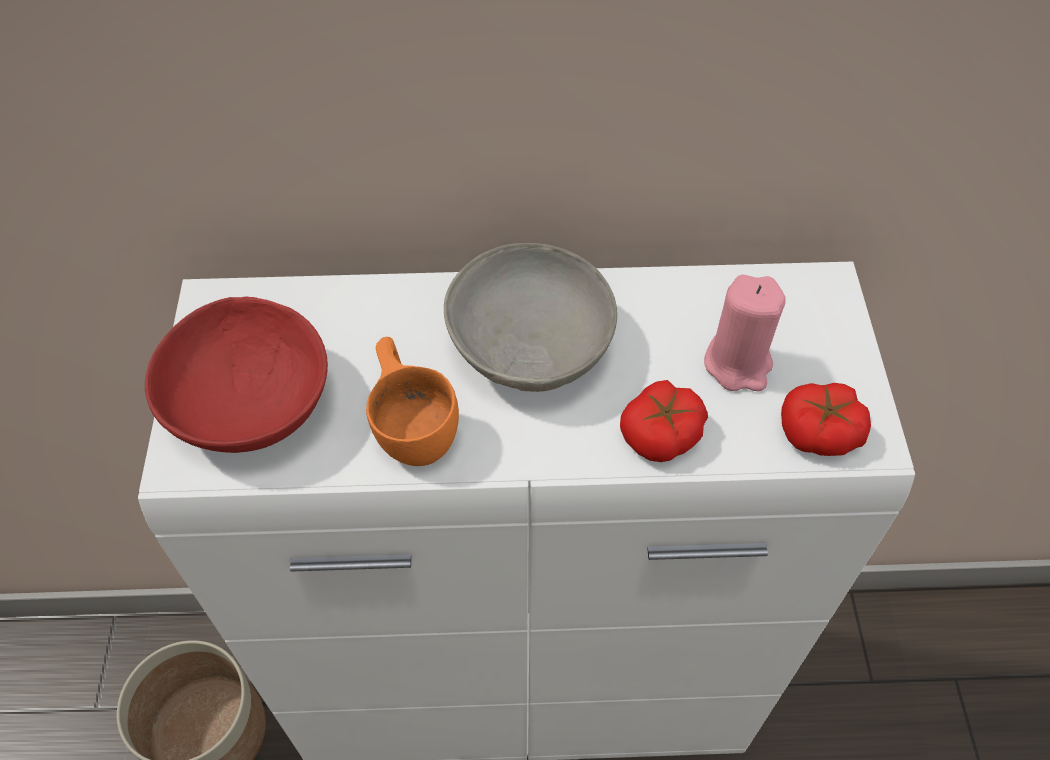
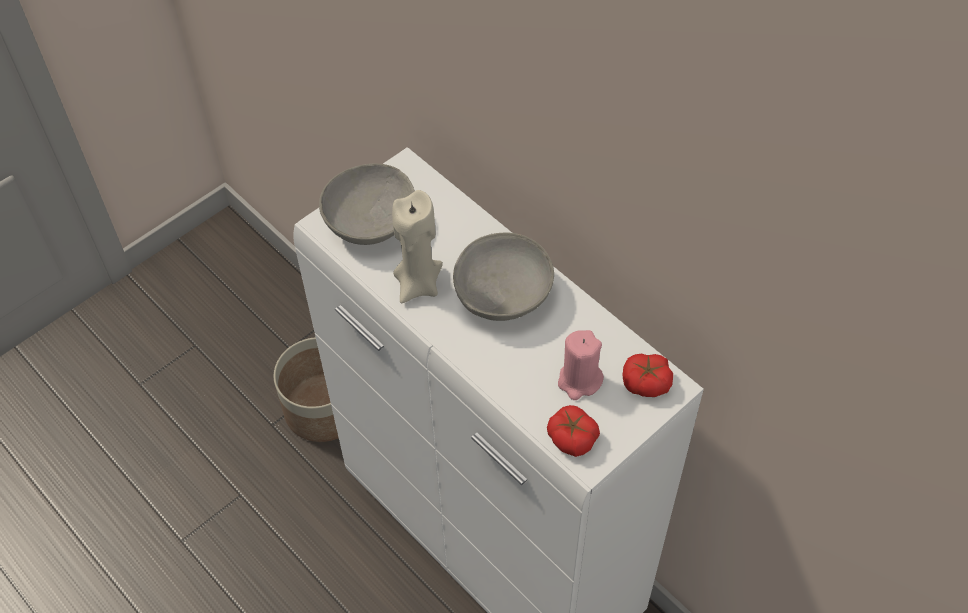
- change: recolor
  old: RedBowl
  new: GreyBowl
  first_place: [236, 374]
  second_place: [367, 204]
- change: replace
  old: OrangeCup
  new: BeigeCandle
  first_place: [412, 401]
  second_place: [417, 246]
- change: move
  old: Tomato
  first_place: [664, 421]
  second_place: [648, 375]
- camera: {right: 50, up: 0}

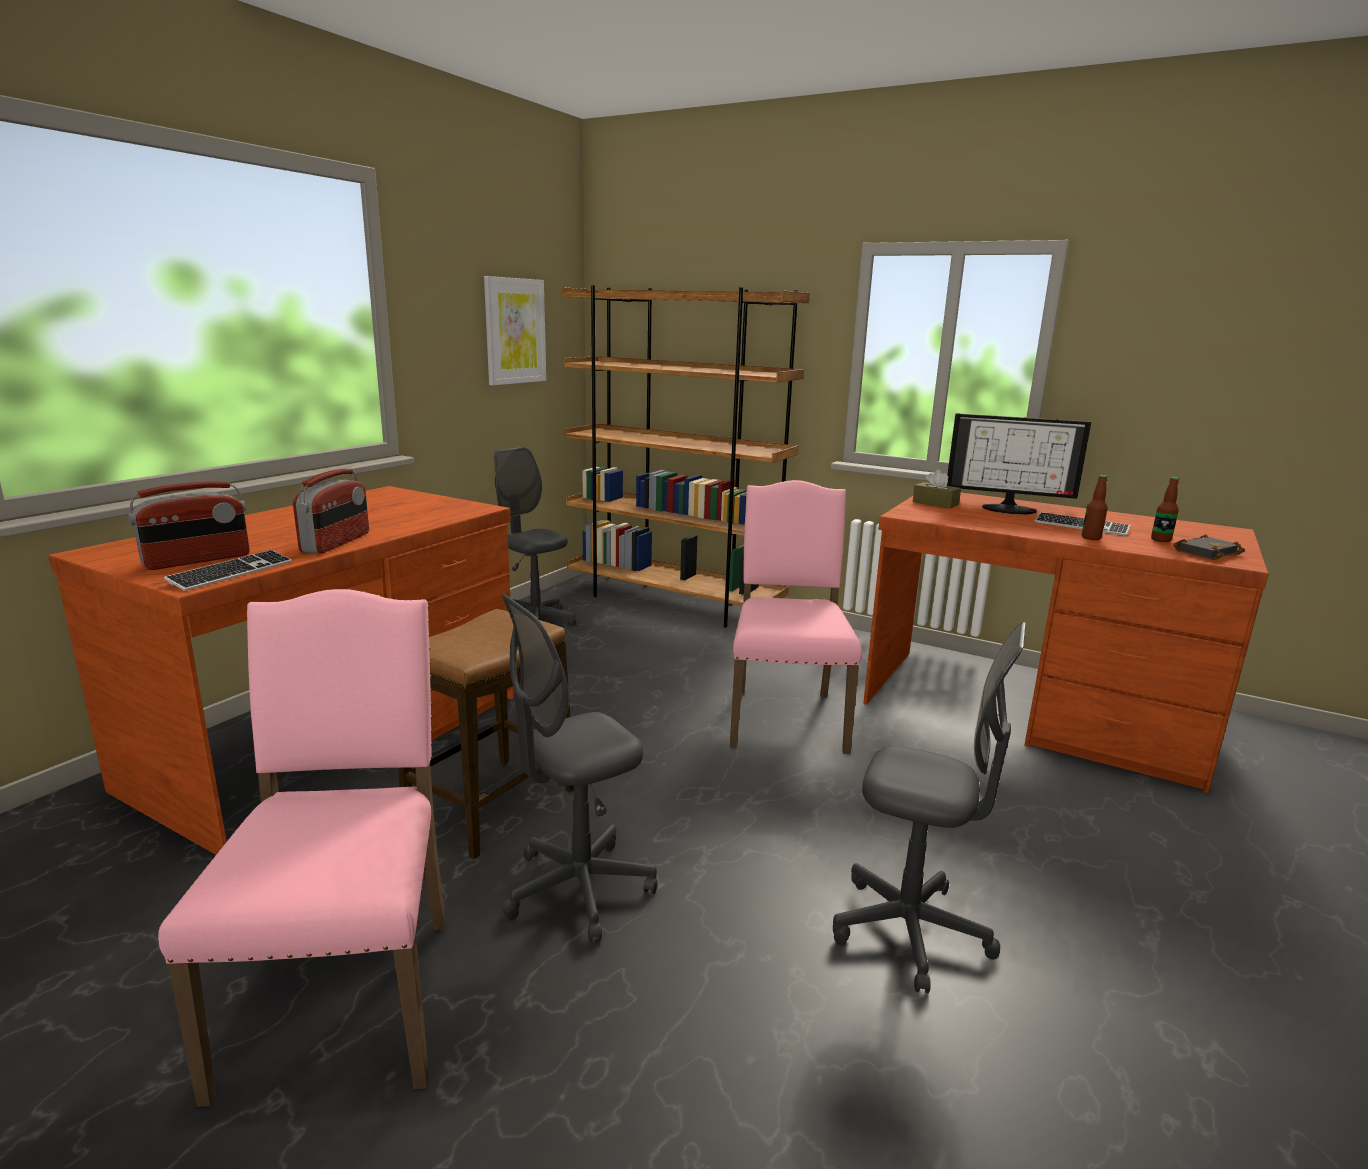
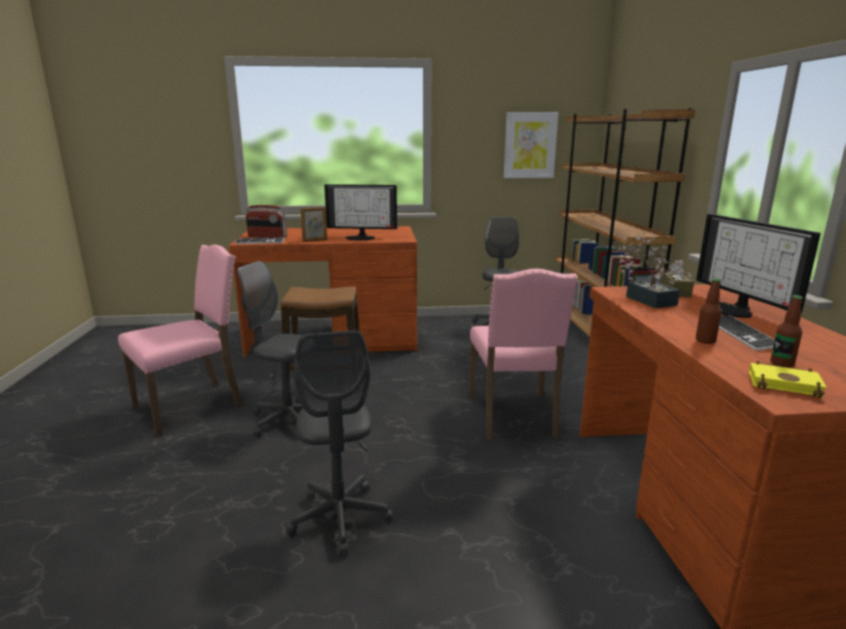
- change: replace
  old: Radio
  new: PictureFrame
  first_place: [331, 511]
  second_place: [313, 224]
- change: rotate
  old: PinkChair
  first_place: [796, 617]
  second_place: [523, 354]
  degrees: 120
- change: recolor
  old: BlackBook
  new: YellowBook
  first_place: [1209, 547]
  second_place: [788, 379]
- change: insert
  new: Monitor
  second_place: [360, 212]
- change: insert
  new: PottedPlant
  second_place: [655, 272]
- camera: {right: 55, up: 0}

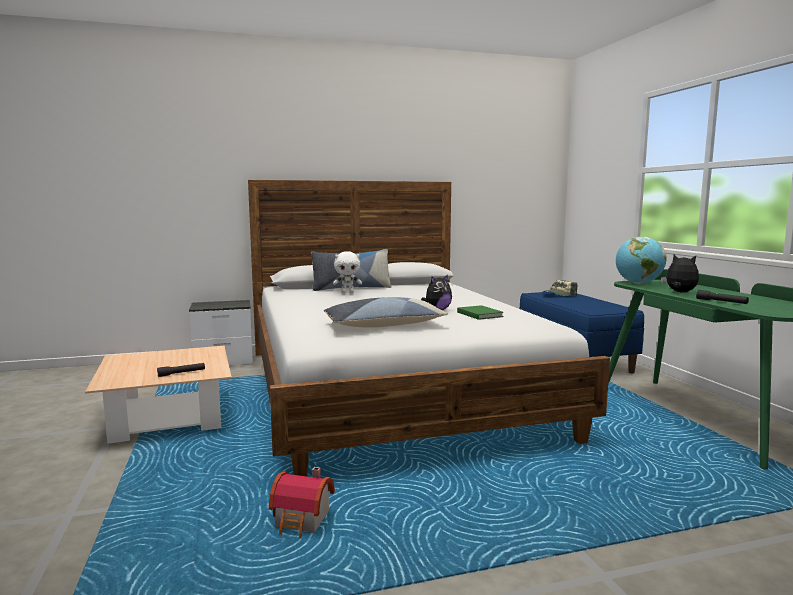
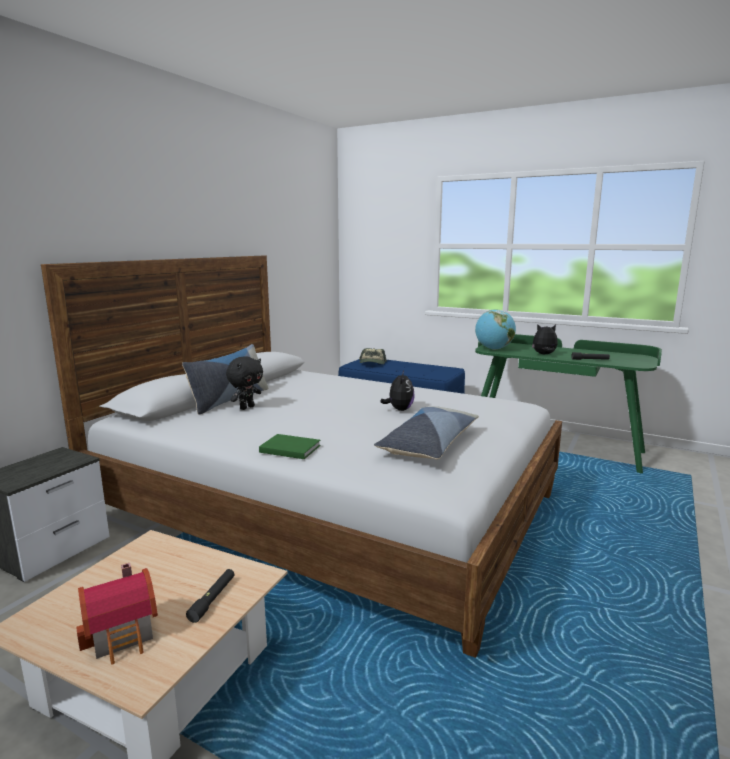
- change: recolor
  old: WhitePlushToy
  new: BlackPlushToy
  first_place: [347, 272]
  second_place: [244, 383]
- change: move
  old: GreenBook
  first_place: [480, 312]
  second_place: [290, 446]
- change: move
  old: ToyHouse
  first_place: [301, 502]
  second_place: [117, 614]
- camera: {right: -45, up: 5}

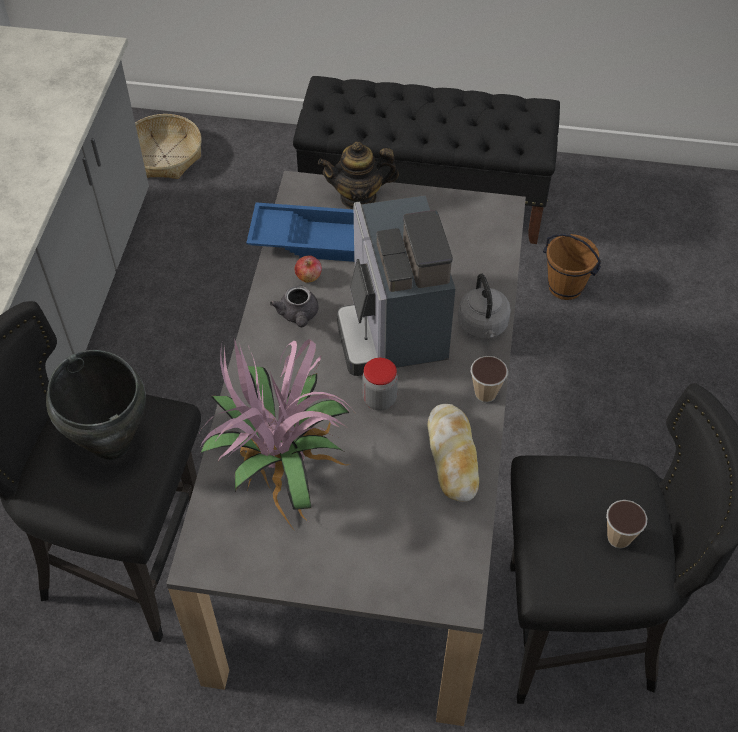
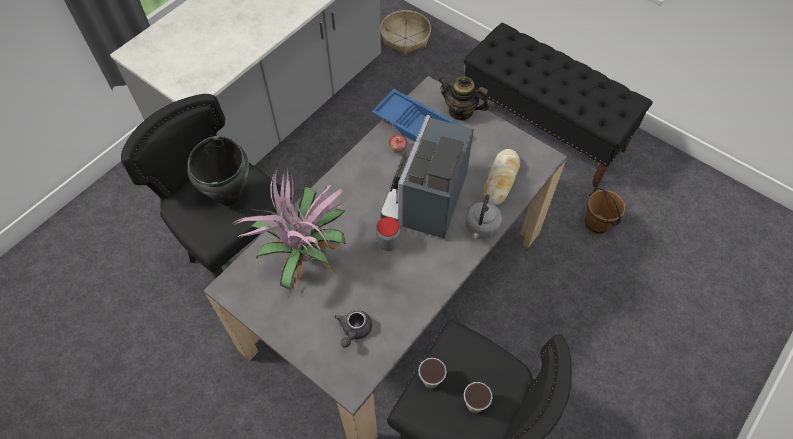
- change: move
  old: GreyTeapot
  first_place: [294, 306]
  second_place: [353, 329]
- change: move
  old: Cup
  first_place: [489, 379]
  second_place: [432, 373]
- change: move
  old: Bread
  first_place: [453, 453]
  second_place: [501, 177]
- camera: {right: 30, up: 5}

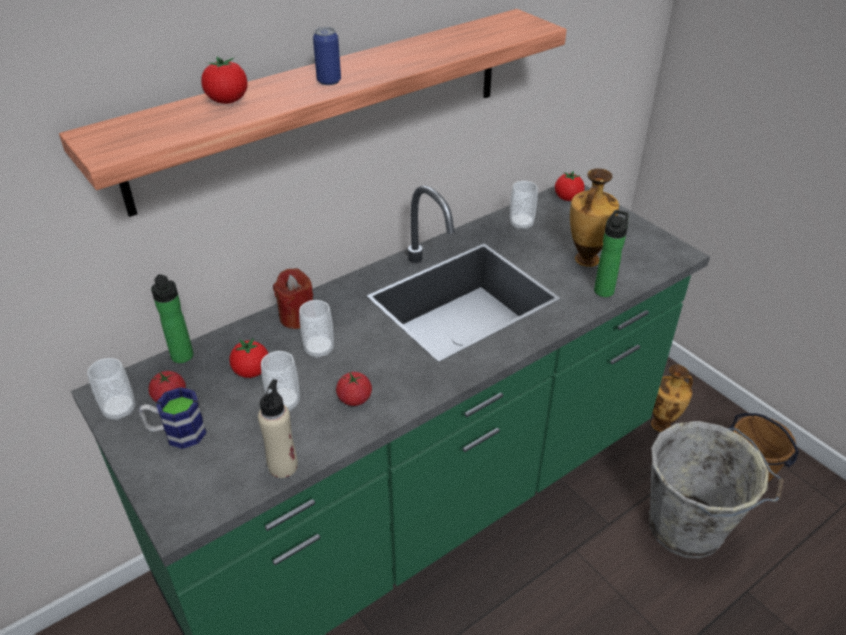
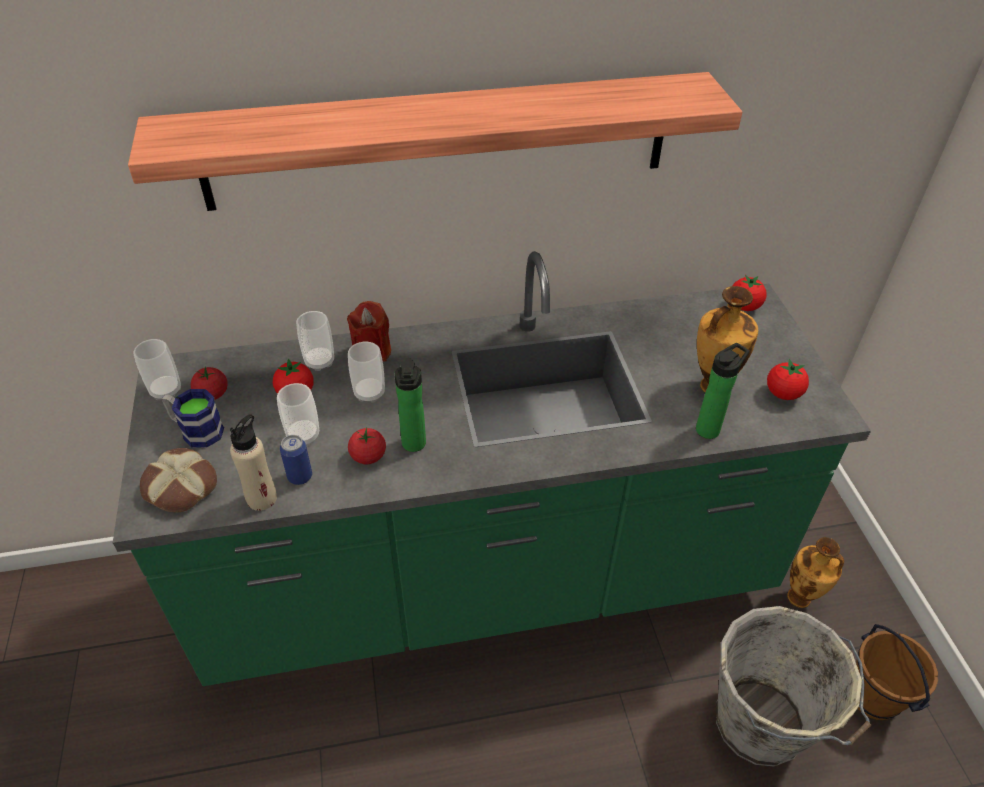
- change: move
  old: Can
  first_place: [327, 56]
  second_place: [296, 460]
- change: move
  old: Tomato
  first_place: [224, 80]
  second_place: [788, 379]
- change: move
  old: Cup
  first_place: [524, 205]
  second_place: [315, 341]
- change: move
  old: Bottle
  first_place: [172, 318]
  second_place: [410, 405]
- change: insert
  new: Bread
  second_place: [178, 480]
- camera: {right: 25, up: 5}

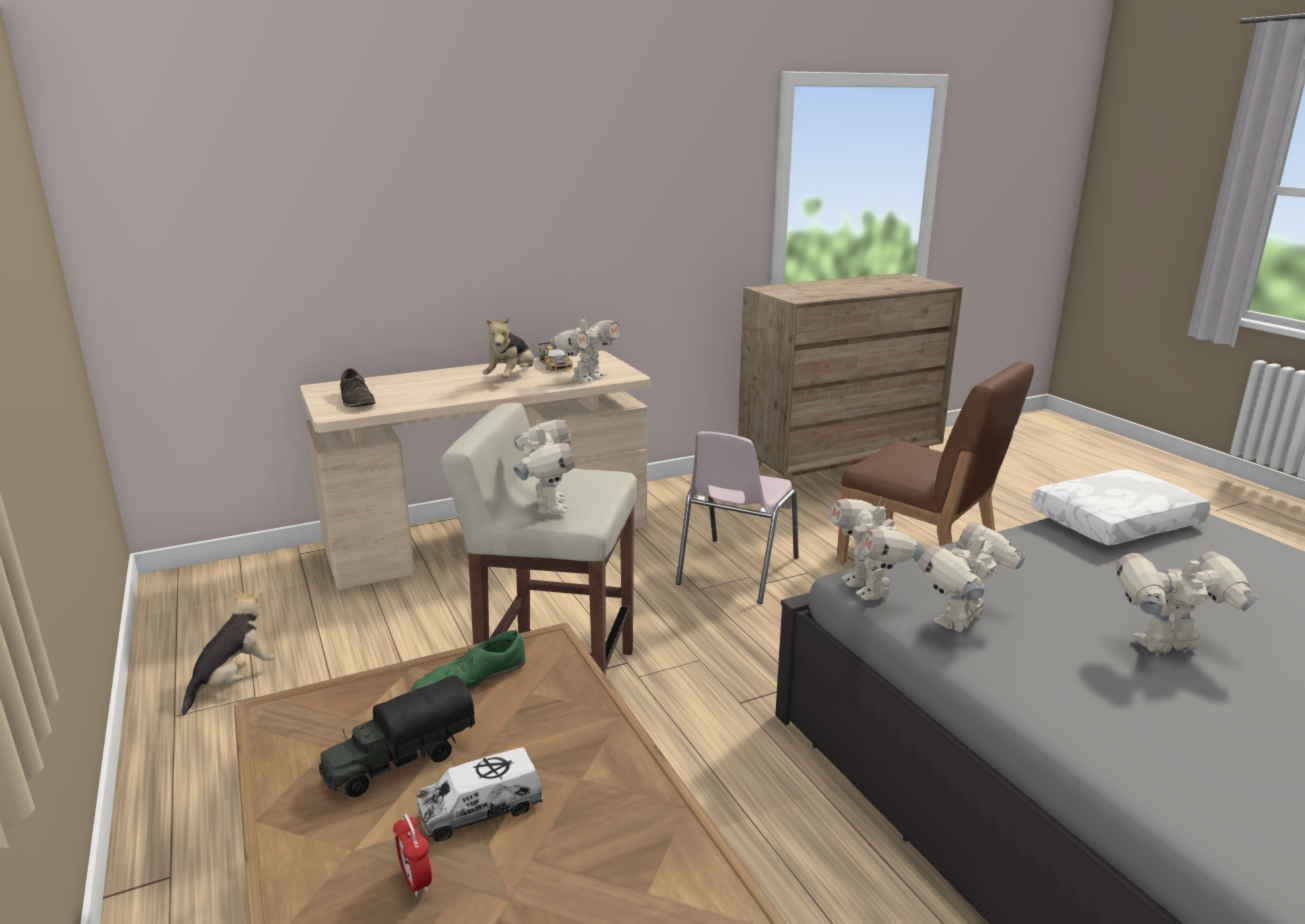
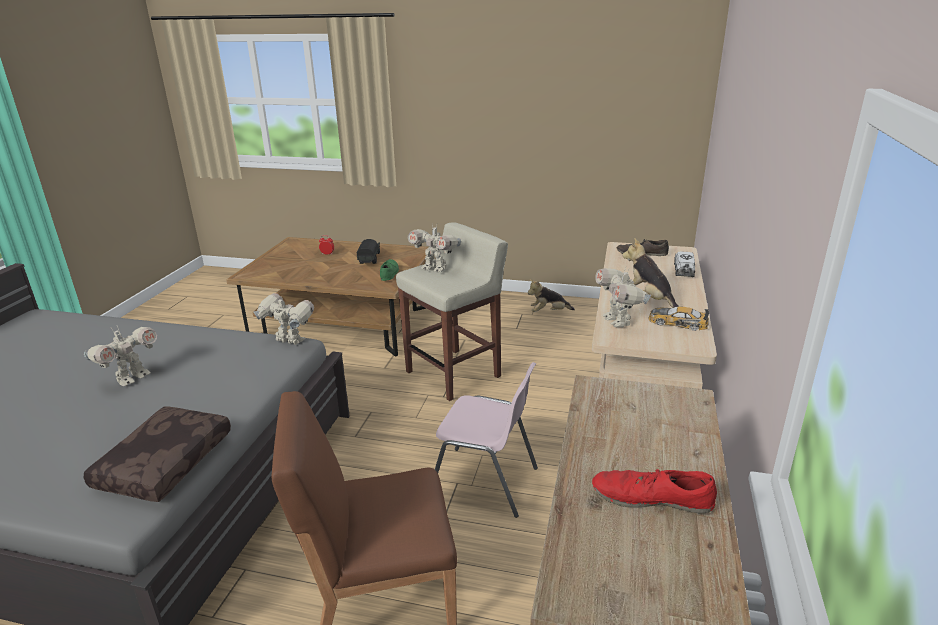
- change: rotate
  old: PinkChair
  first_place: [737, 517]
  second_place: [486, 440]
  degrees: 135
- change: recolor
  old: WhitePillow
  new: BrownPillow
  first_place: [1120, 507]
  second_place: [157, 454]
- change: delete
  old: ToyRobot
  first_place: [972, 577]
- change: rotate
  old: PlushToy
  first_place: [228, 652]
  second_place: [551, 295]
  degrees: 105
- change: move
  old: ToyTruck
  first_place: [479, 794]
  second_place: [684, 264]
- change: insert
  new: RedShoe
  second_place: [654, 489]
- camera: {right: 130, up: 5}

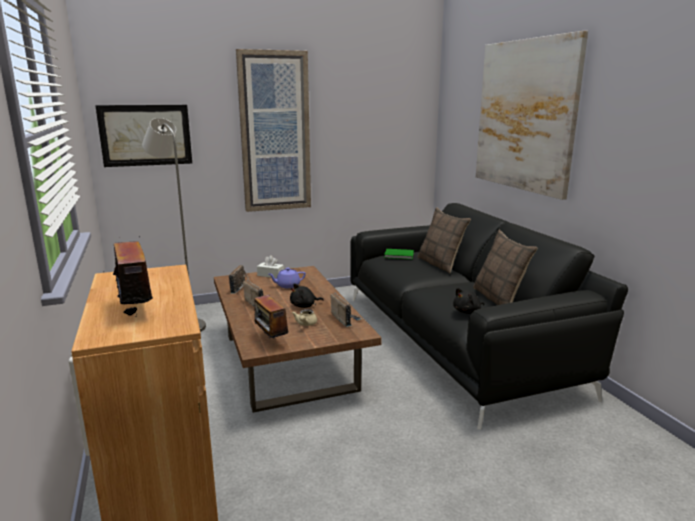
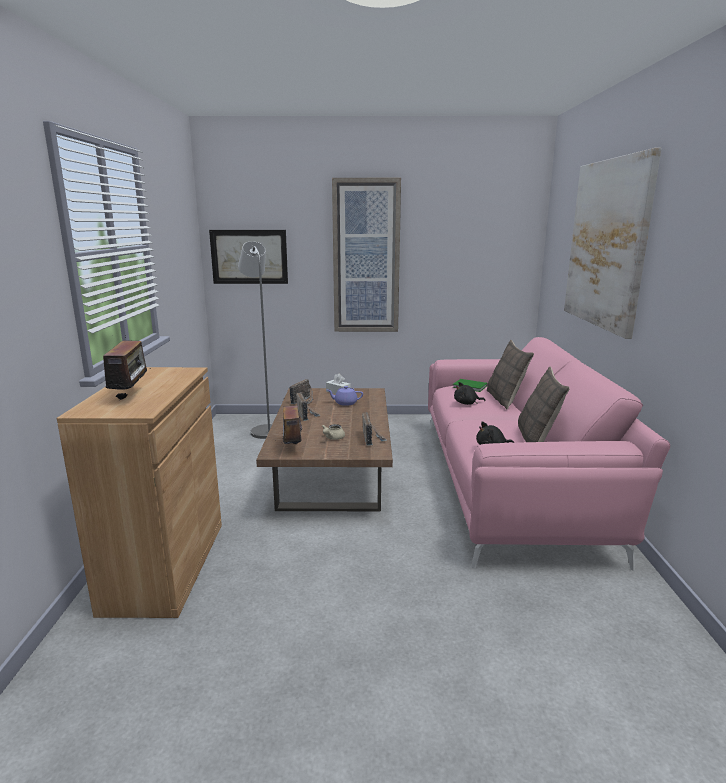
- change: recolor
  old: BlackSofa
  new: PinkSofa
  first_place: [489, 316]
  second_place: [549, 454]
- change: move
  old: BlackPlushToy
  first_place: [307, 296]
  second_place: [469, 393]
- camera: {right: 20, up: 0}

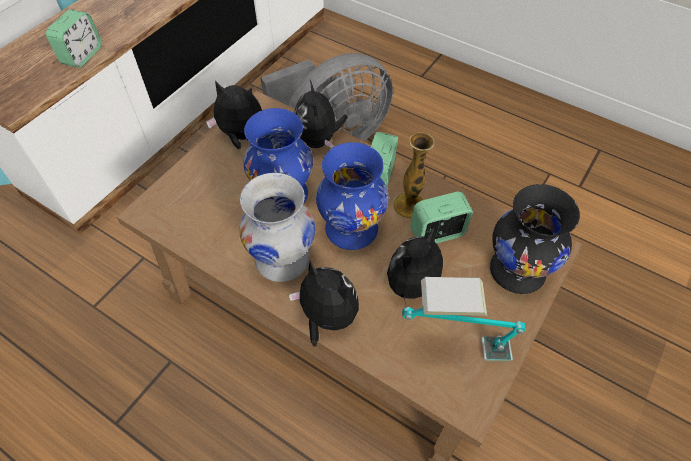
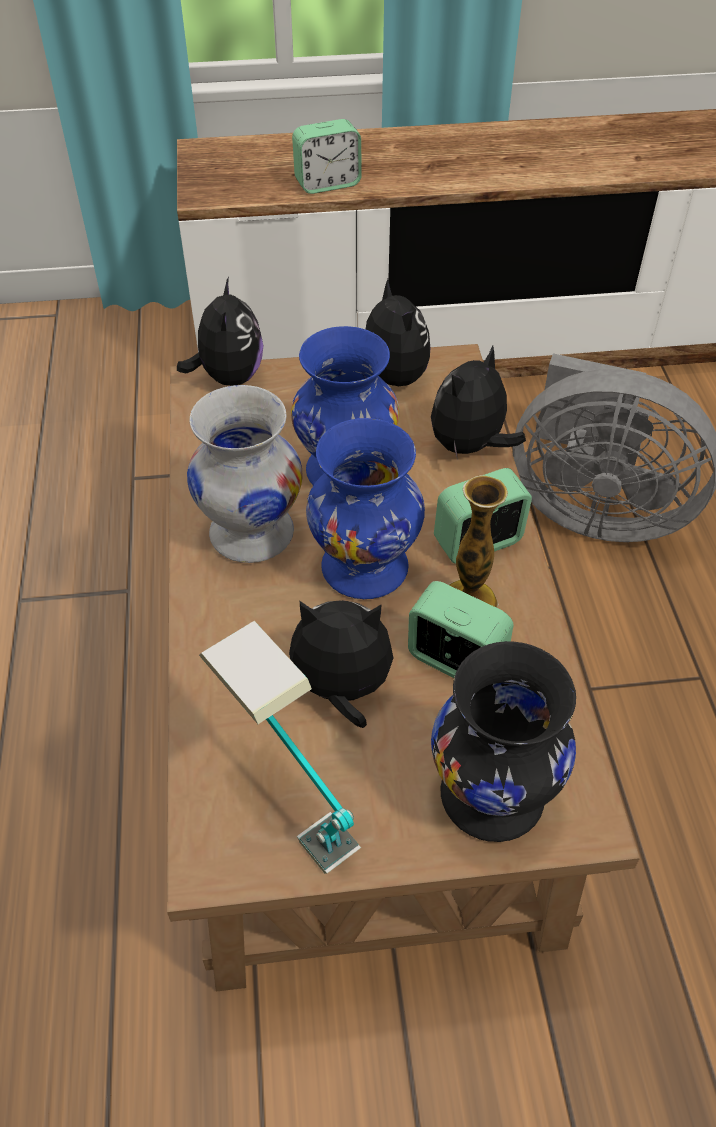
- change: move
  old: PlushToy
  first_place: [323, 304]
  second_place: [220, 331]
- camera: {right: 50, up: -5}

